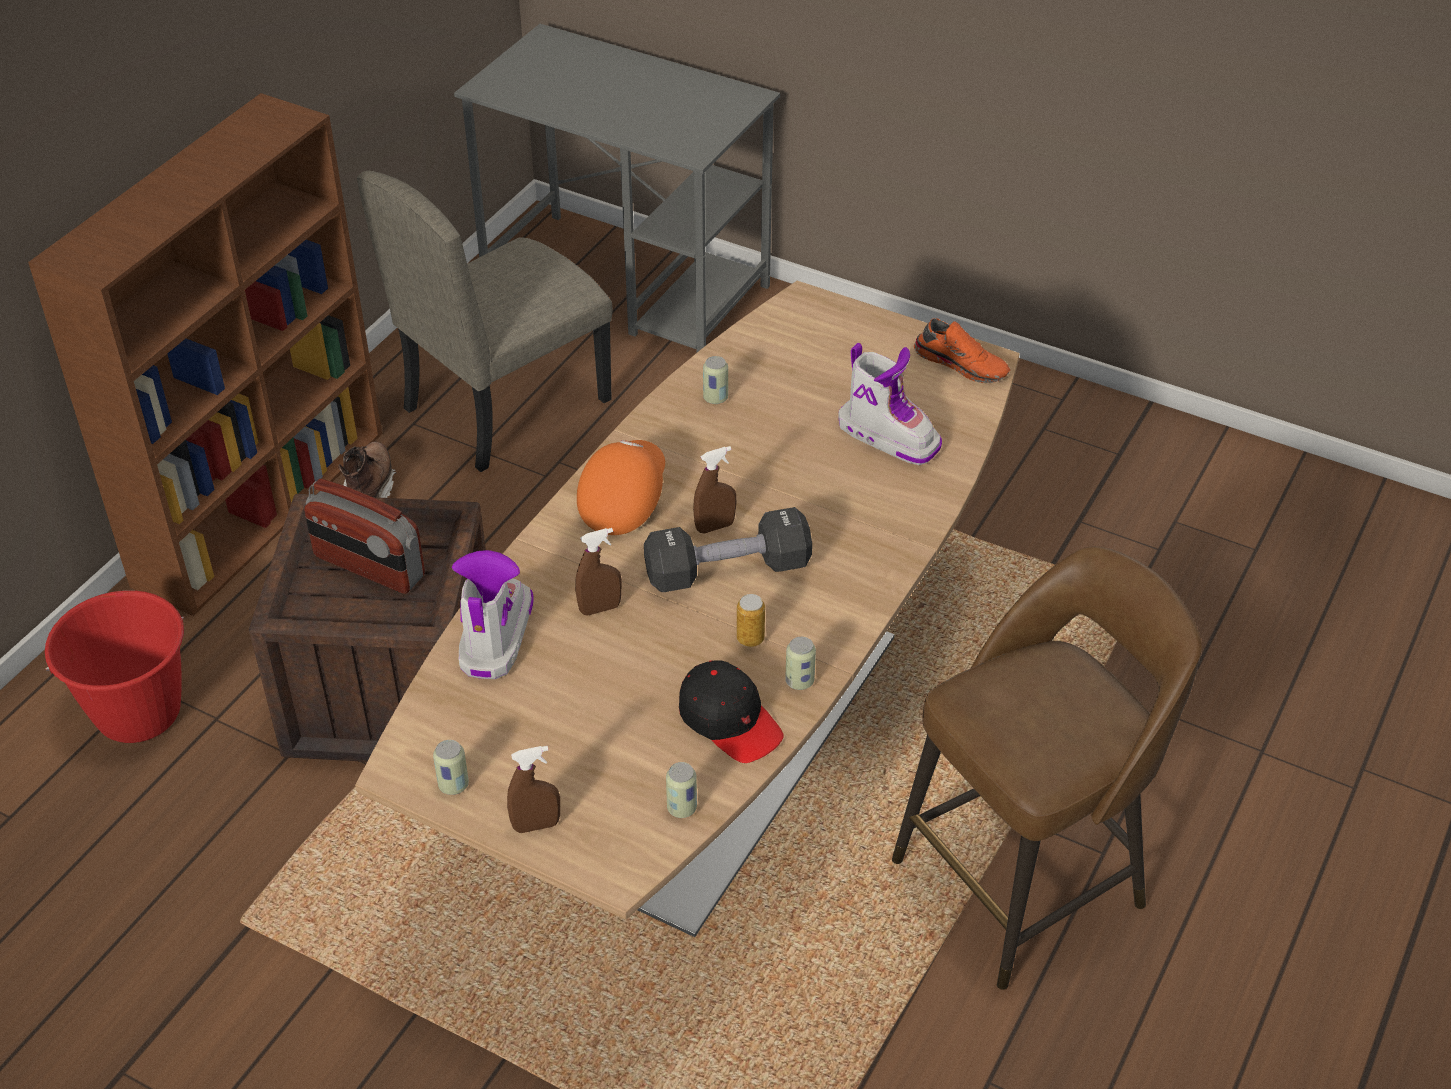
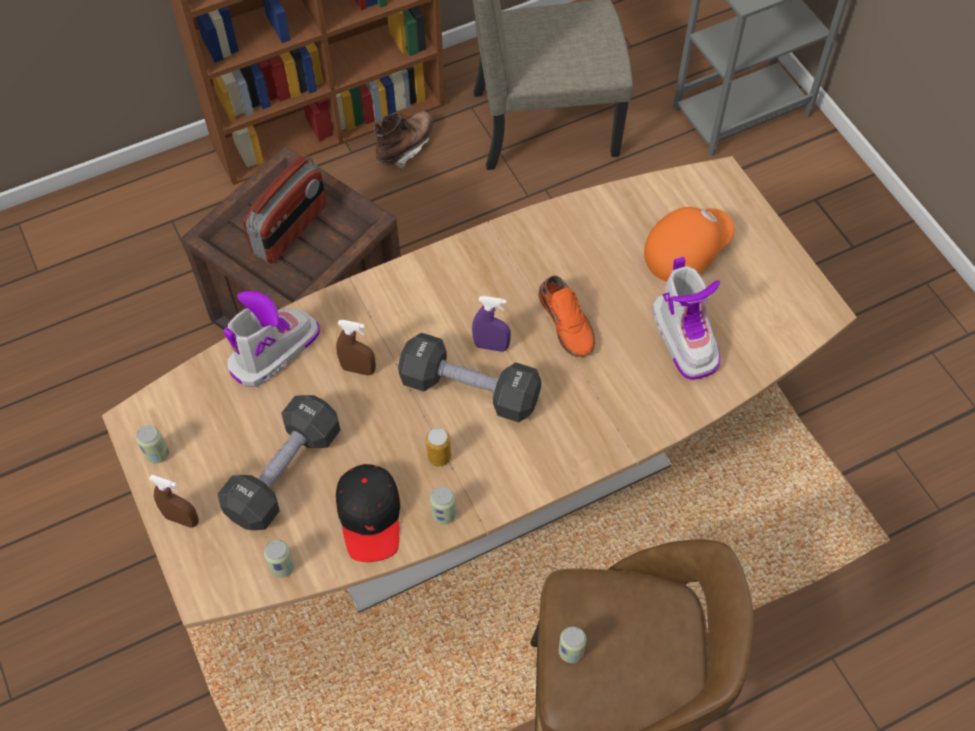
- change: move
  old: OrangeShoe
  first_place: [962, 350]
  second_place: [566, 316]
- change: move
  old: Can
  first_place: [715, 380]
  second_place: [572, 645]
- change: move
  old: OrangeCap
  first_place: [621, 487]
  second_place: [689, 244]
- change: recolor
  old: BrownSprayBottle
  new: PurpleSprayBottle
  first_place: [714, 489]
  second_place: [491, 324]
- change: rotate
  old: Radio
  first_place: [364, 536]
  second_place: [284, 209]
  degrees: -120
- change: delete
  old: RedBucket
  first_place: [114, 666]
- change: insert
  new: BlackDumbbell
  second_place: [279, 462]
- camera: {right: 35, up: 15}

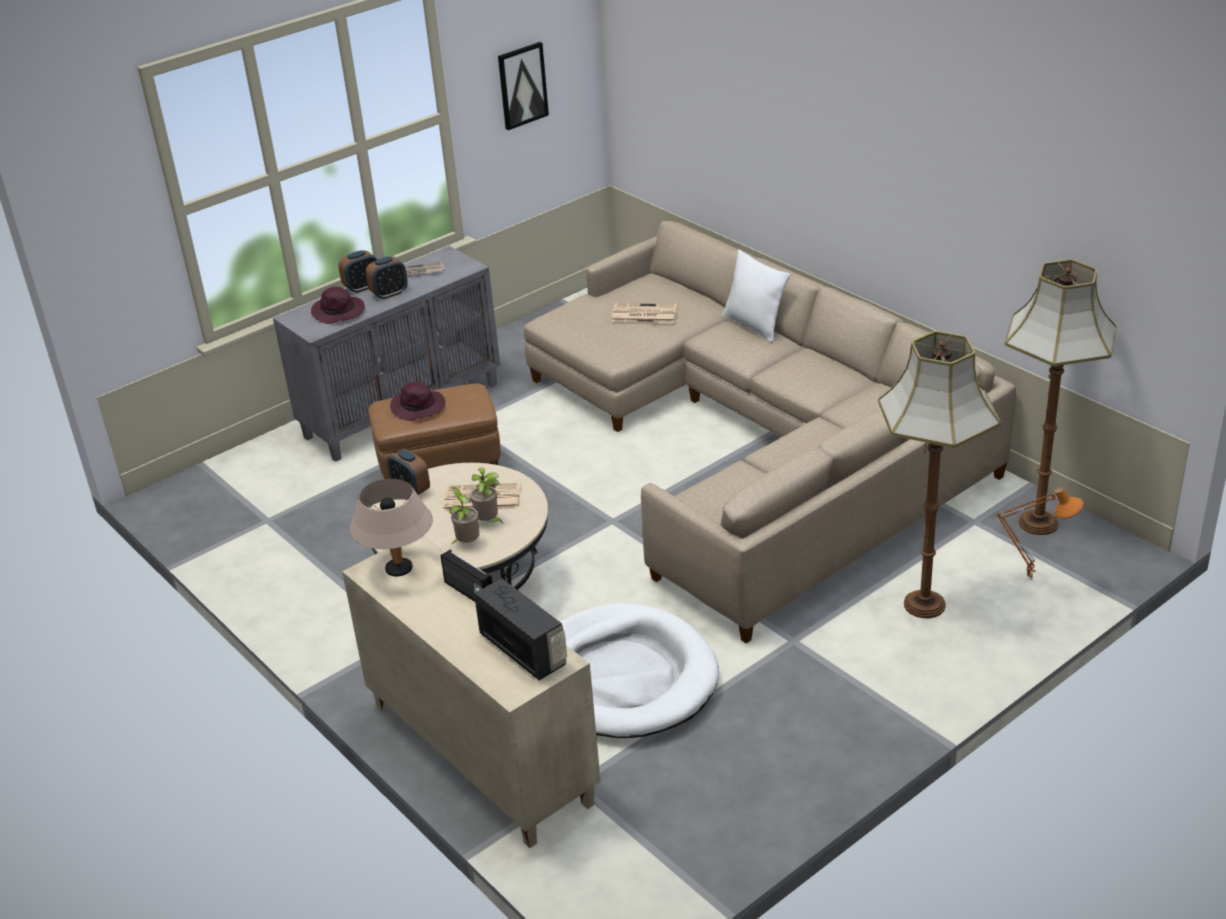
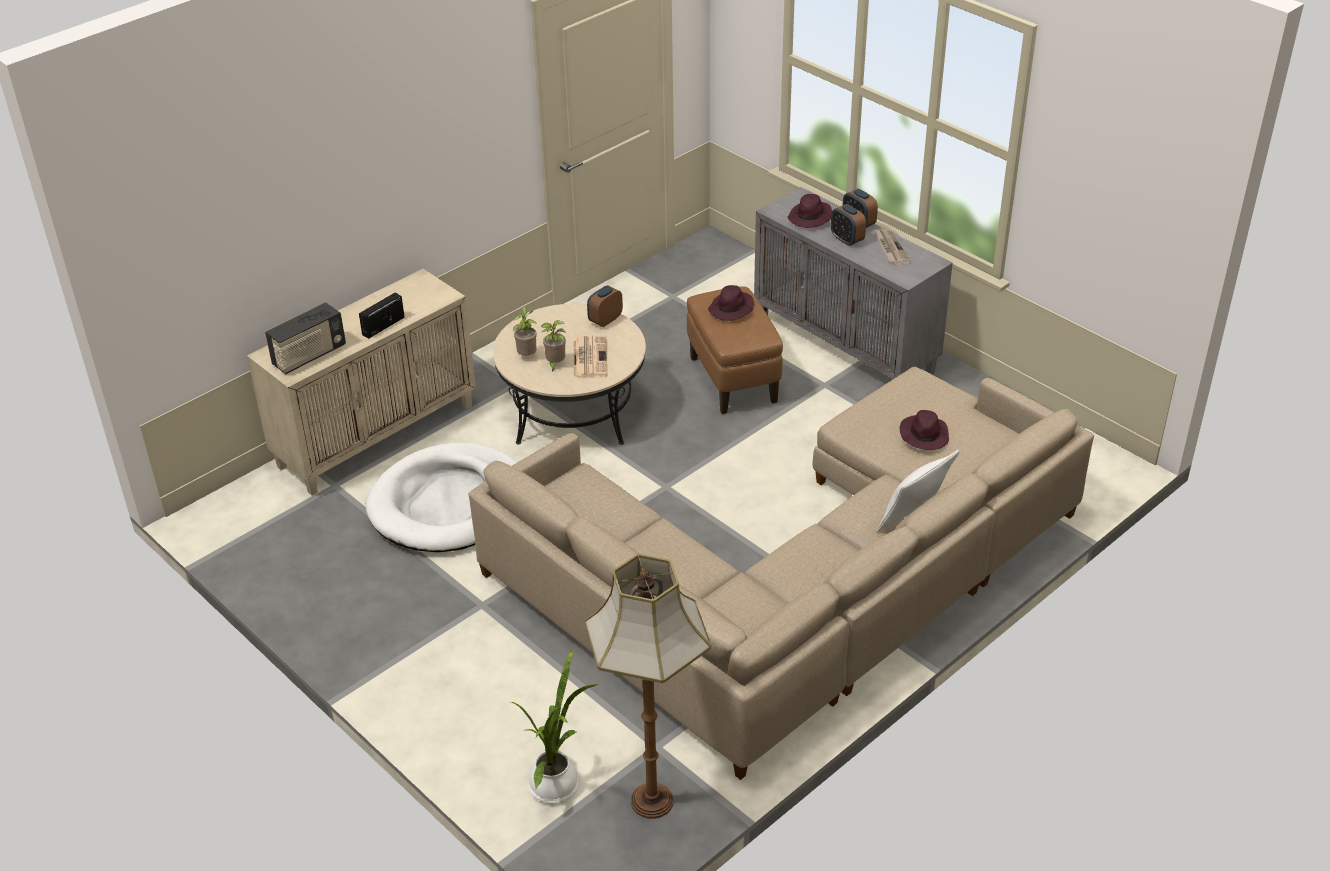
- change: delete
  old: Picture
  first_place: [523, 86]
- change: replace
  old: Newspaper
  new: PurpleHat
  first_place: [644, 313]
  second_place: [924, 430]
- change: delete
  old: FloorLamp
  first_place: [939, 474]
- change: delete
  old: BeigeTableLamp
  first_place: [391, 527]
- change: replace
  old: OrangeTableLamp
  new: PottedPlant
  first_place: [1040, 533]
  second_place: [554, 725]
- camera: {right: 85, up: 5}

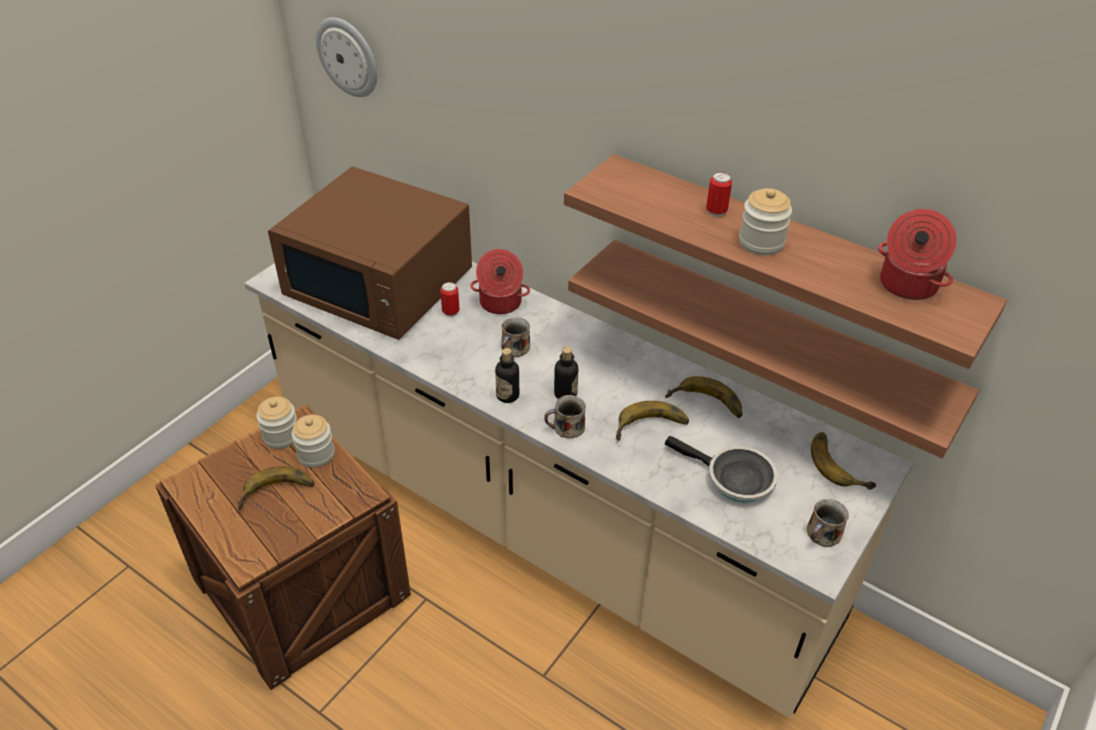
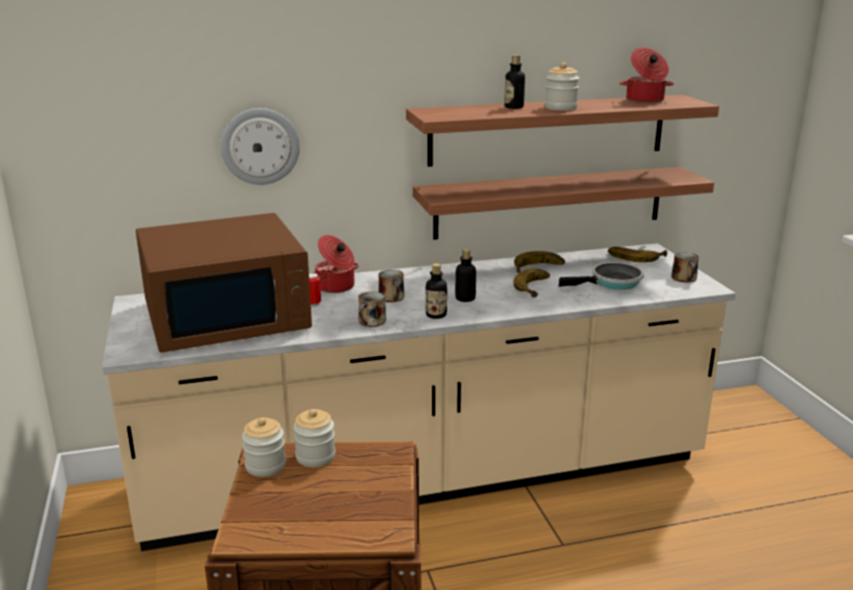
- change: move
  old: WallClock
  first_place: [346, 57]
  second_place: [260, 146]
- change: replace
  old: Can
  new: Bottle
  first_place: [719, 194]
  second_place: [515, 82]
- change: move
  old: Mug
  first_place: [565, 416]
  second_place: [372, 309]
- change: delete
  old: Banana
  first_place: [275, 488]
- camera: {right: -50, up: -20}

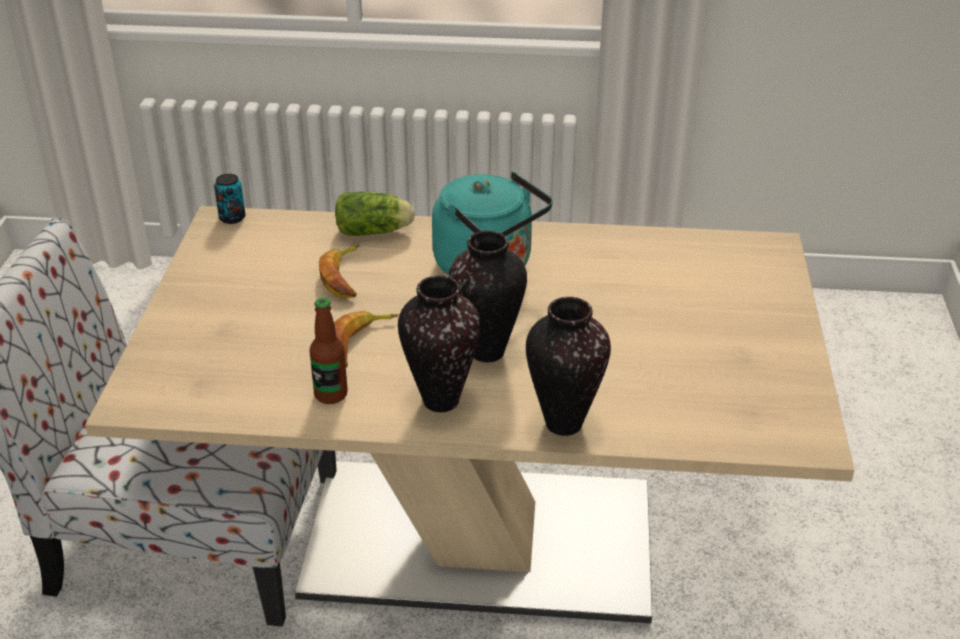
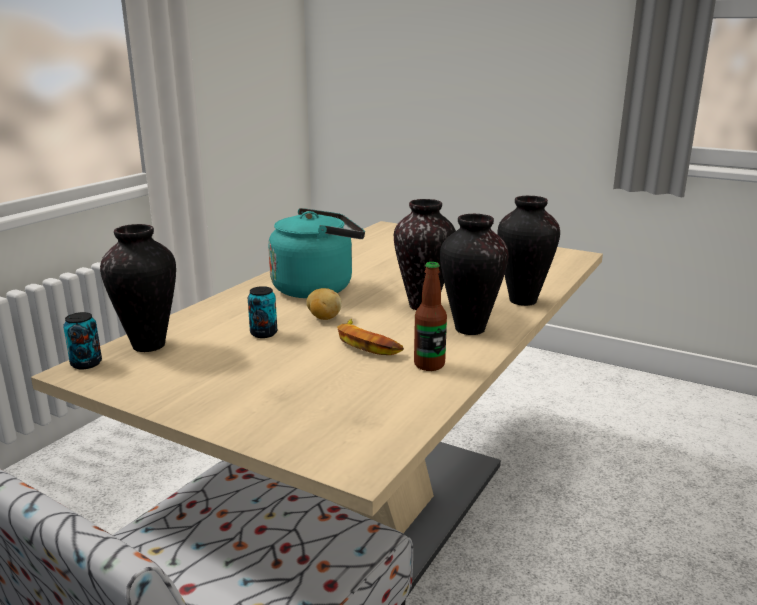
- change: delete
  old: Lettuce
  first_place: [375, 214]
- change: replace
  old: Banana
  new: Can
  first_place: [339, 271]
  second_place: [262, 312]
- change: insert
  new: Vase
  second_place: [138, 288]
- change: insert
  new: Potato
  second_place: [324, 304]
- camera: {right: -65, up: -15}

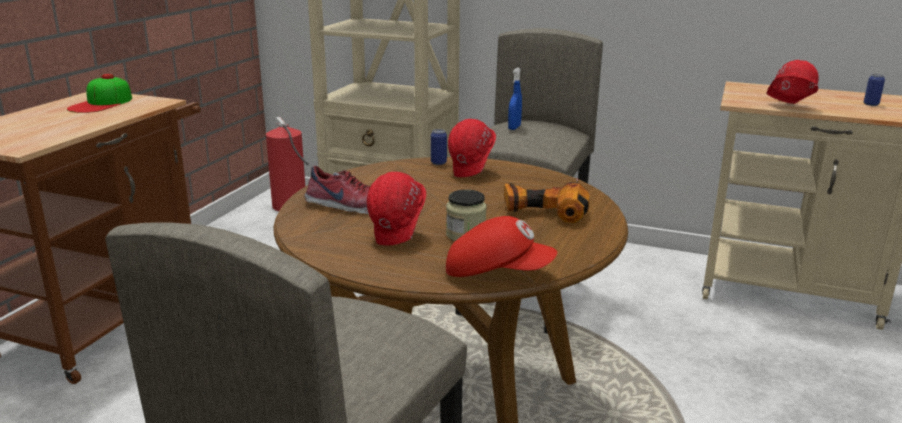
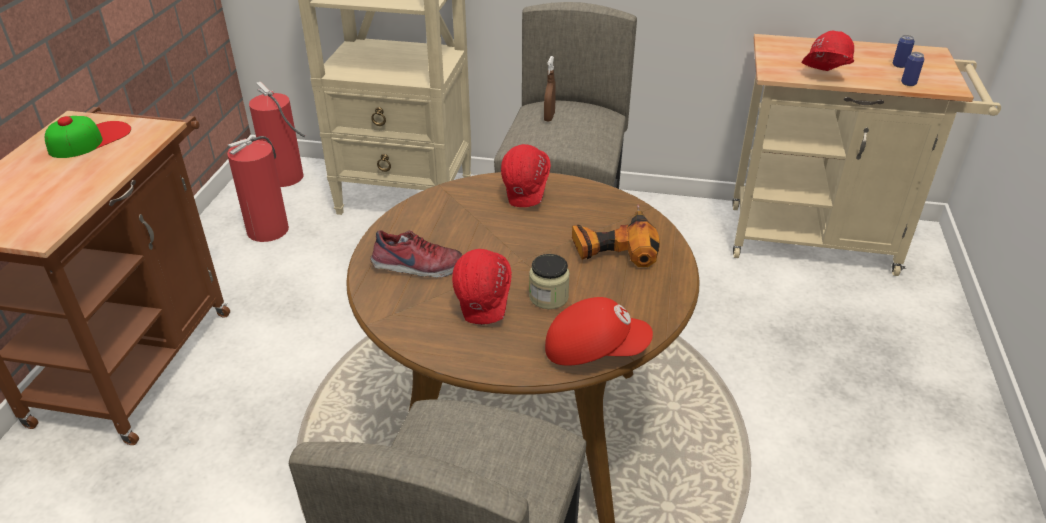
- change: recolor
  old: BlueSprayBottle
  new: BrownSprayBottle
  first_place: [515, 99]
  second_place: [550, 89]
- change: rotate
  old: Cap
  first_place: [99, 93]
  second_place: [88, 137]
  degrees: -150
- change: move
  old: Can
  first_place: [439, 147]
  second_place: [912, 69]
- change: insert
  new: FireExtinguisher
  second_place: [258, 189]
- camera: {right: -10, up: 15}

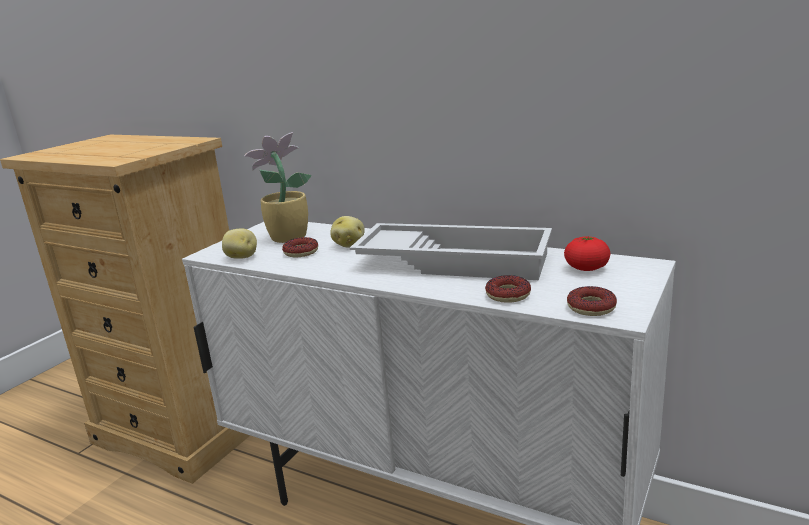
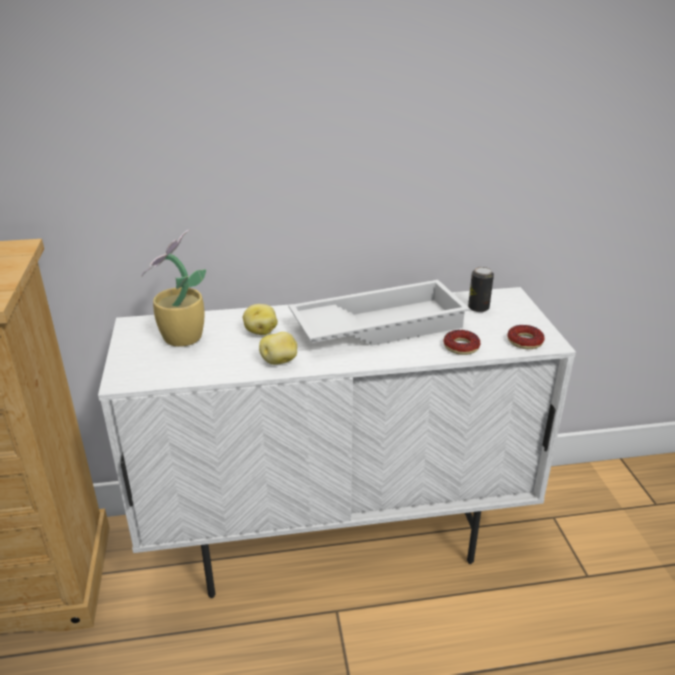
- change: move
  old: Potato
  first_place: [239, 243]
  second_place: [278, 348]
- change: replace
  old: Tomato
  new: Can
  first_place: [587, 253]
  second_place: [481, 289]
- change: delete
  old: Donut
  first_place: [300, 247]
- camera: {right: -40, up: 10}

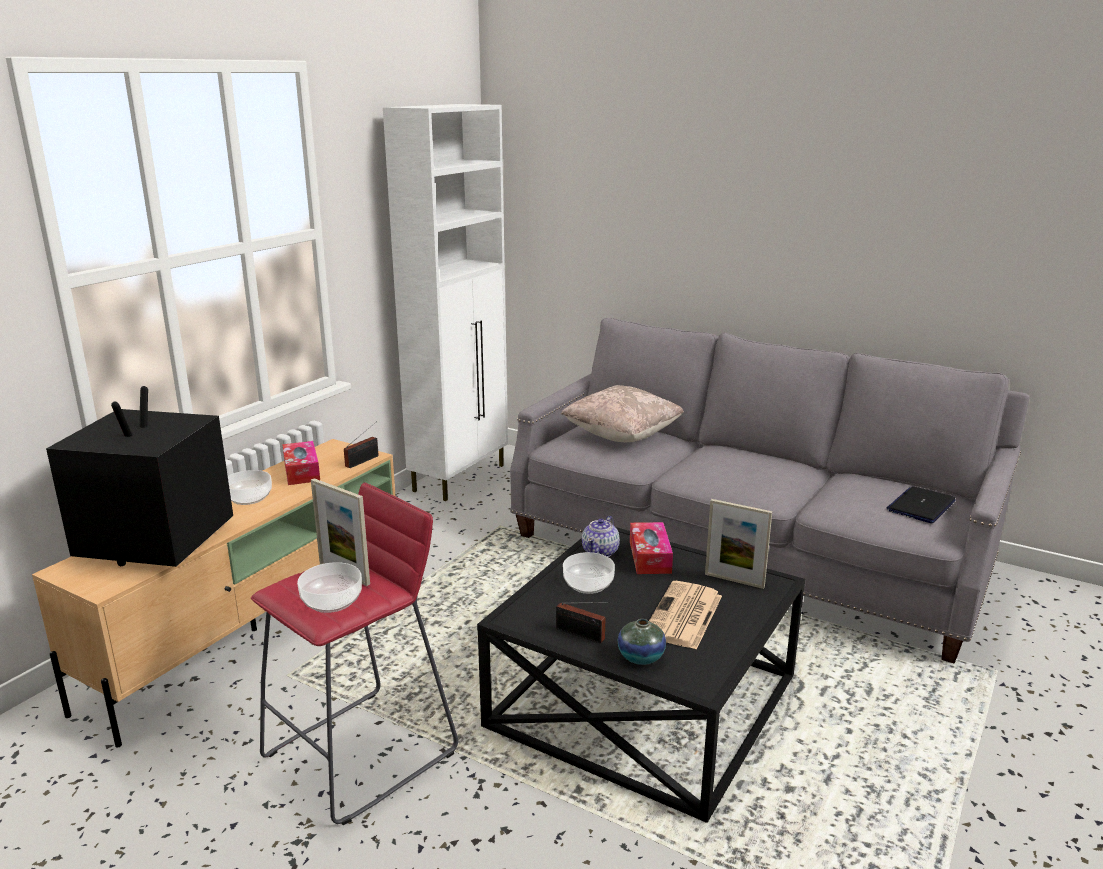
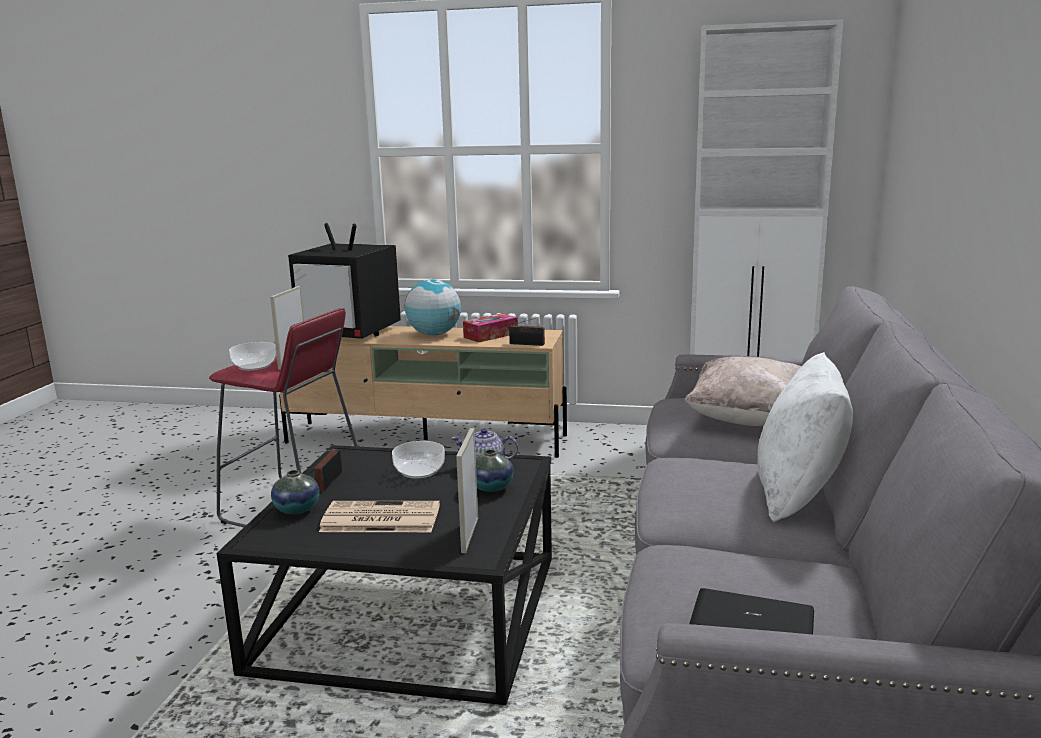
- change: rotate
  old: Television
  first_place: [139, 476]
  second_place: [344, 281]
  degrees: -150
- change: replace
  old: Bowl
  new: Globe
  first_place: [250, 487]
  second_place: [433, 307]
- change: replace
  old: TissueBox
  new: Vase
  first_place: [651, 548]
  second_place: [495, 471]
- change: insert
  new: WhitePillow
  second_place: [805, 437]
- camera: {right: 70, up: -5}

